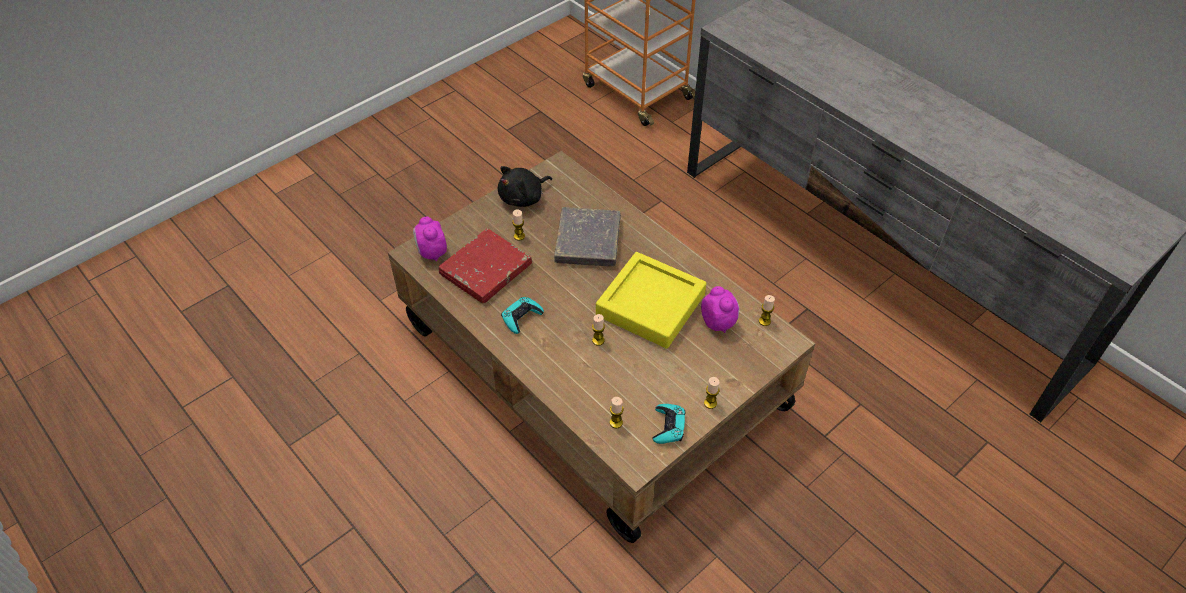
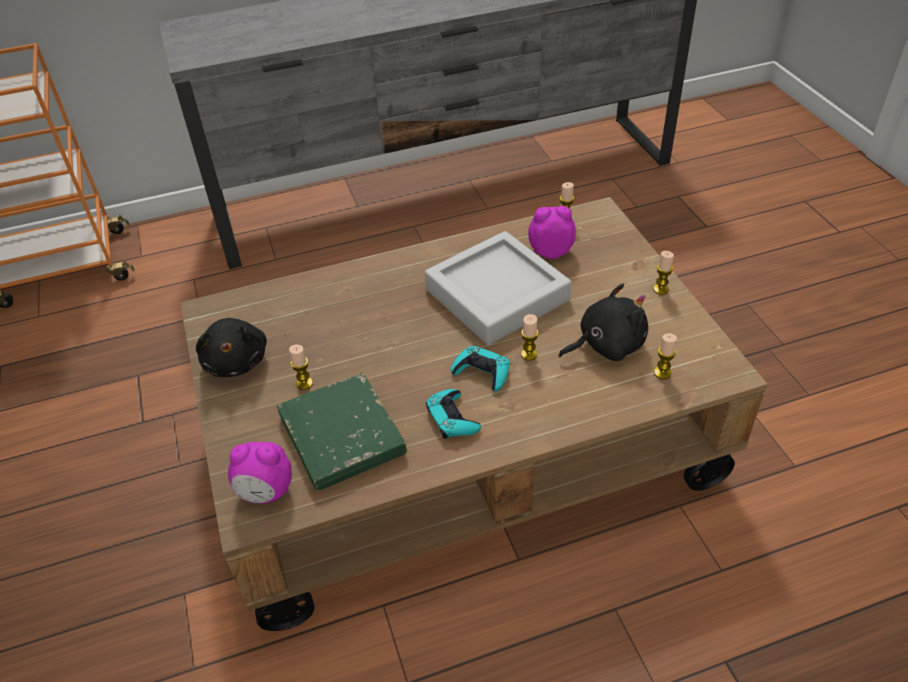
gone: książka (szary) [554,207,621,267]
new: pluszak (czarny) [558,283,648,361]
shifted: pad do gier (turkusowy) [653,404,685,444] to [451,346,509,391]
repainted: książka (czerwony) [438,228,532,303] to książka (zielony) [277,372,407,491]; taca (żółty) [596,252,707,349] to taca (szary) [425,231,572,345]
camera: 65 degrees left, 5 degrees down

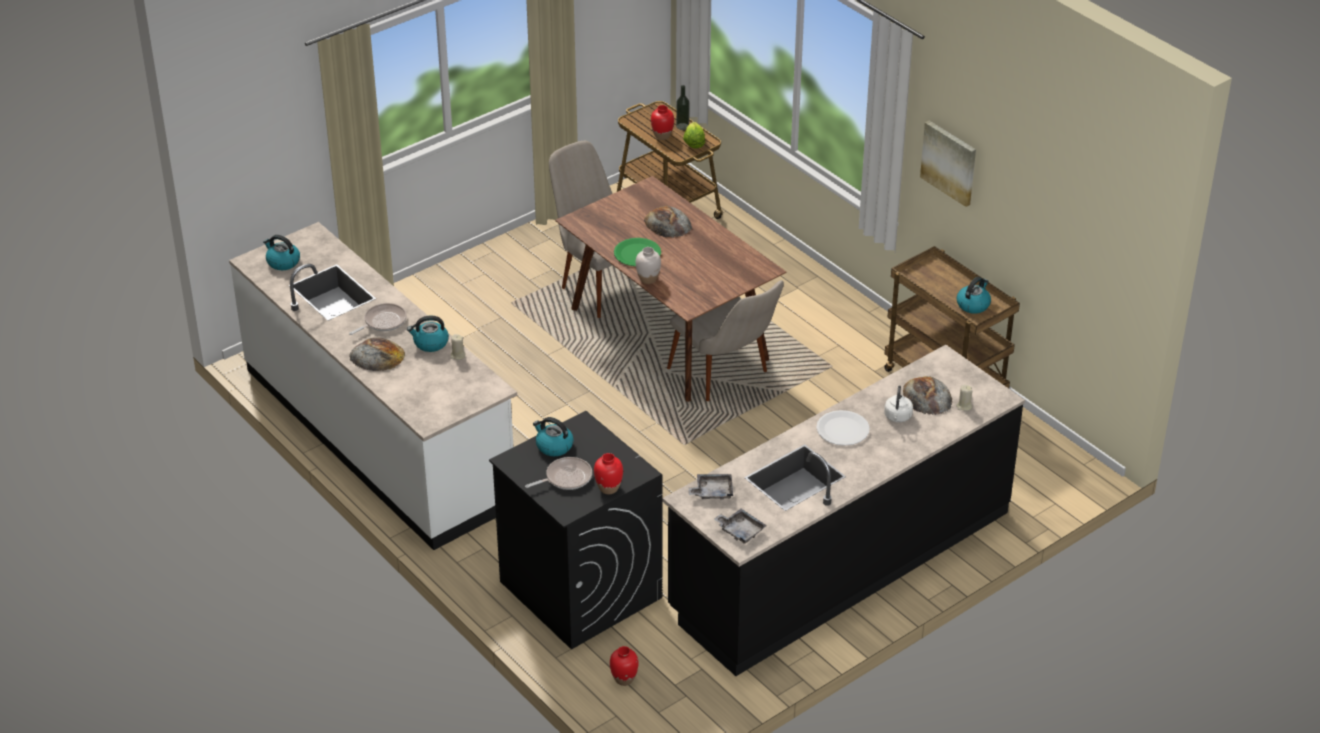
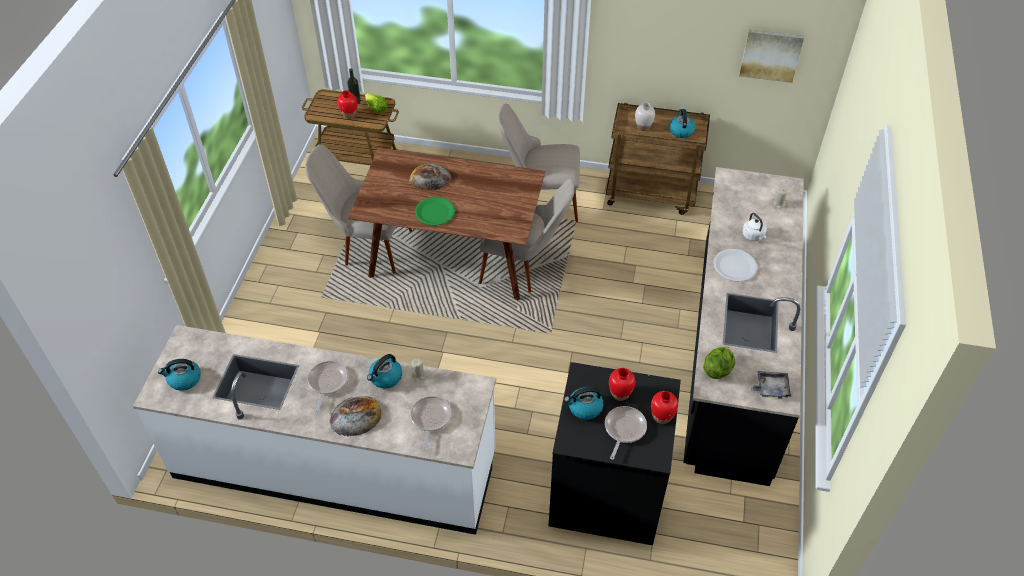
gone: chleb [903,376,952,415]
new: patelnia [410,396,452,451]; krzesło (beżowy) [498,103,580,222]
shifted: wazon (czerwony) [610,646,638,686] to [609,368,635,401]; wazon (biały) [635,247,661,284] to [635,102,655,131]; obraz [920,121,976,207] to [739,29,804,83]
swapped: taca (szary) [689,474,733,500] to sałata [703,346,735,379]
camera: 40 degrees left, 10 degrees up

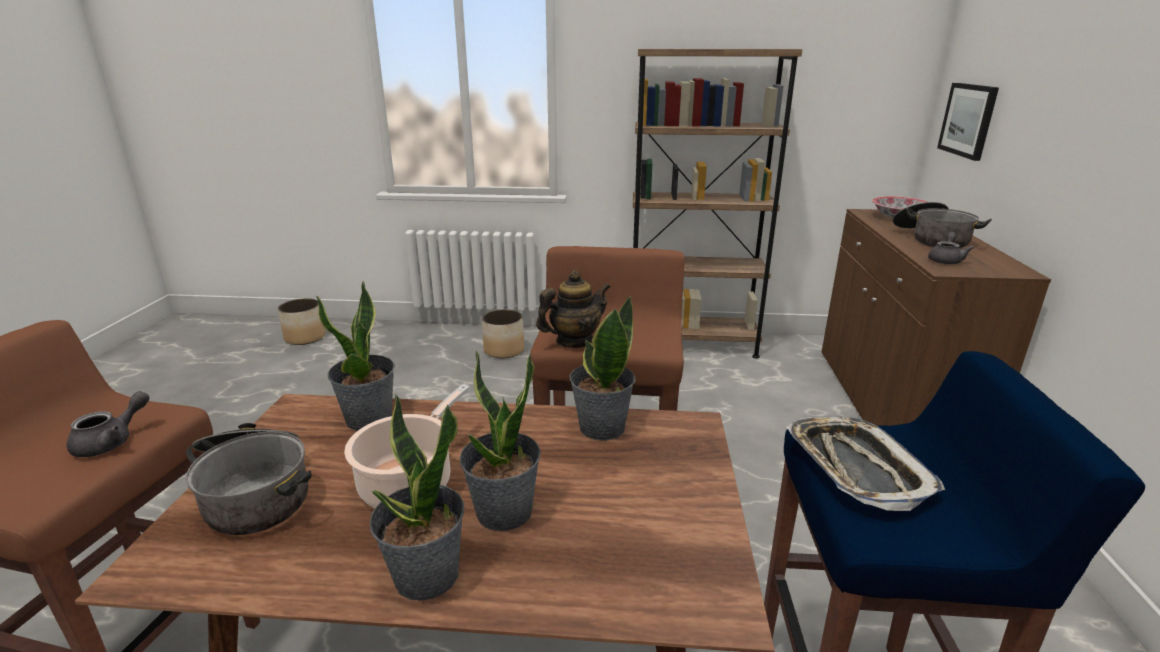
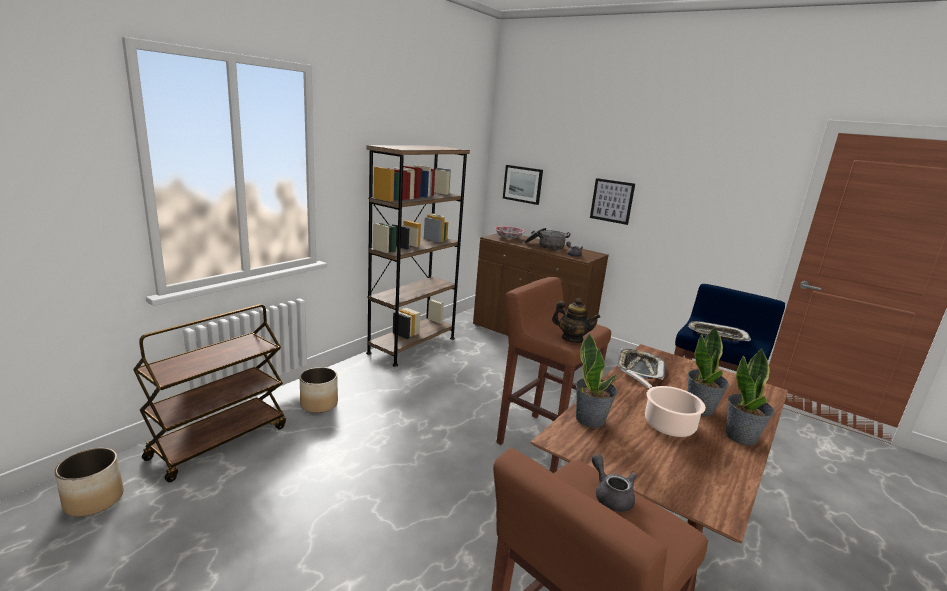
gone: garnek [186,423,312,535]
new: wózek (brązowy) [133,304,286,482]; obraz [590,178,635,225]
swapped: roślina doniczkowa [570,295,636,441] to taca [617,348,665,380]
rotated: imbryk [536,270,610,348] = [552,298,600,343] 120 degrees clockwise
camera: 60 degrees left, 5 degrees down

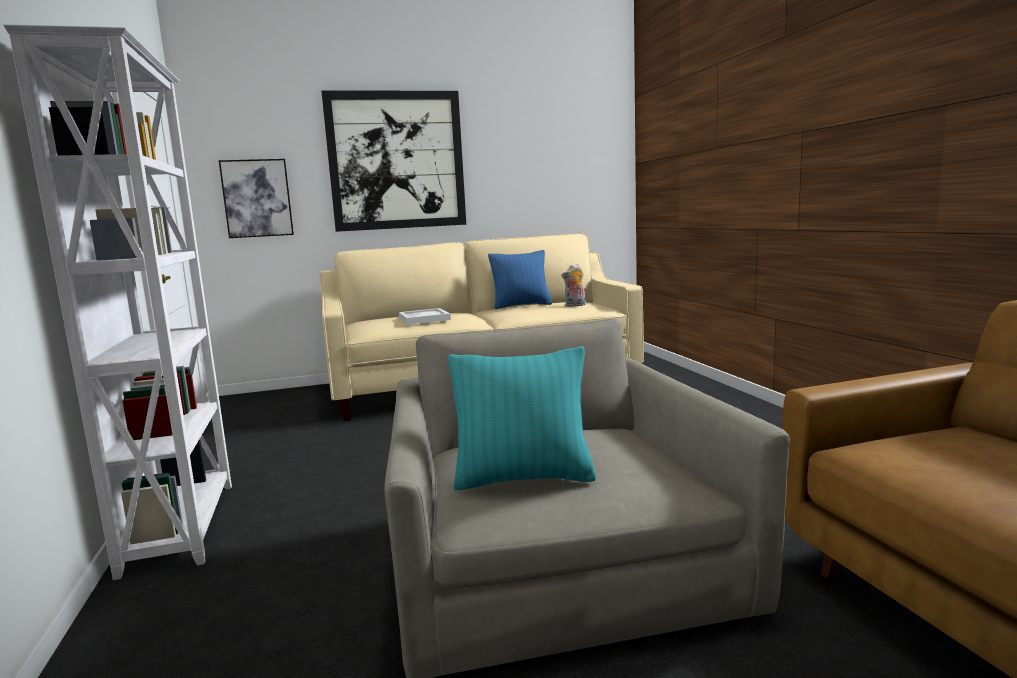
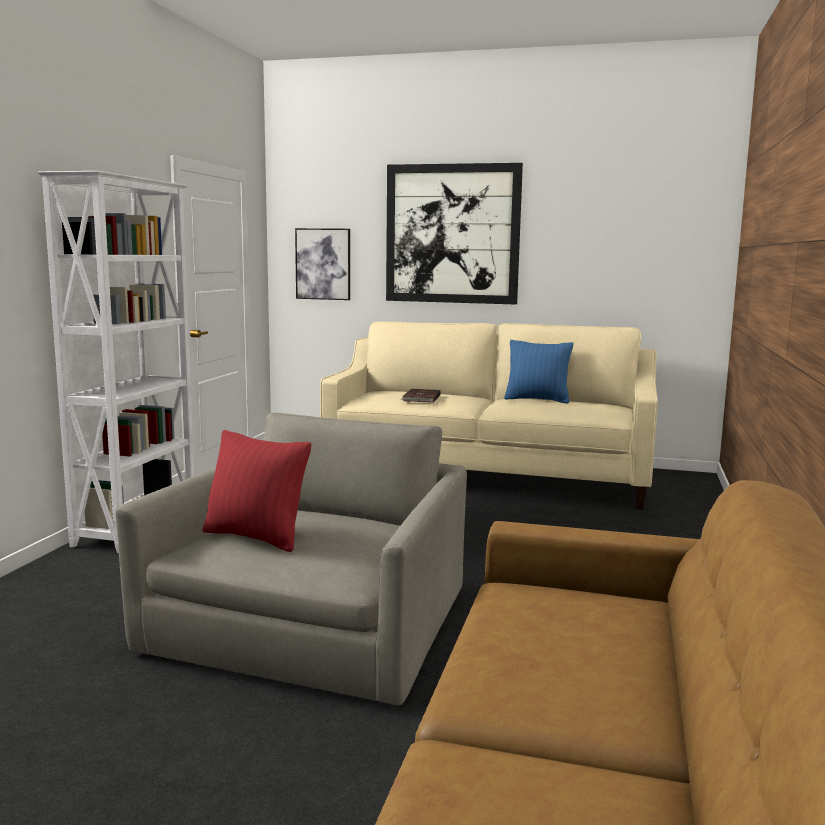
gone: pluszak [561,264,586,307]
swapped: taca (biały) [399,308,451,324] to książka (brązowy) [401,389,441,403]
repainted: poduszka (turkusowy) [448,346,596,490] to poduszka (czerwony) [203,430,311,552]
camera: 30 degrees right, 0 degrees up

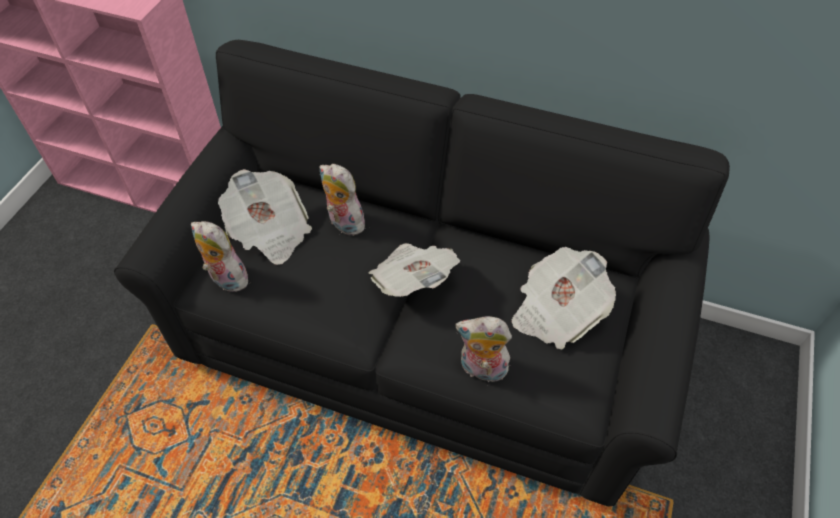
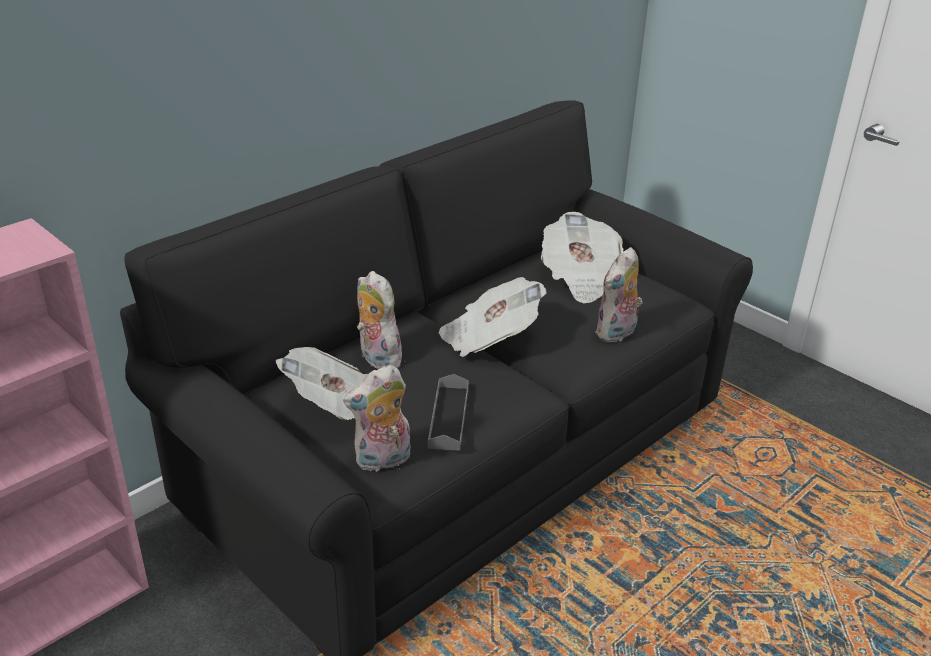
new: taca (szary) [428,374,469,451]
rotated: pluszak [320,164,365,235] = [357,271,406,369] 75 degrees clockwise
camera: 65 degrees left, 20 degrees down

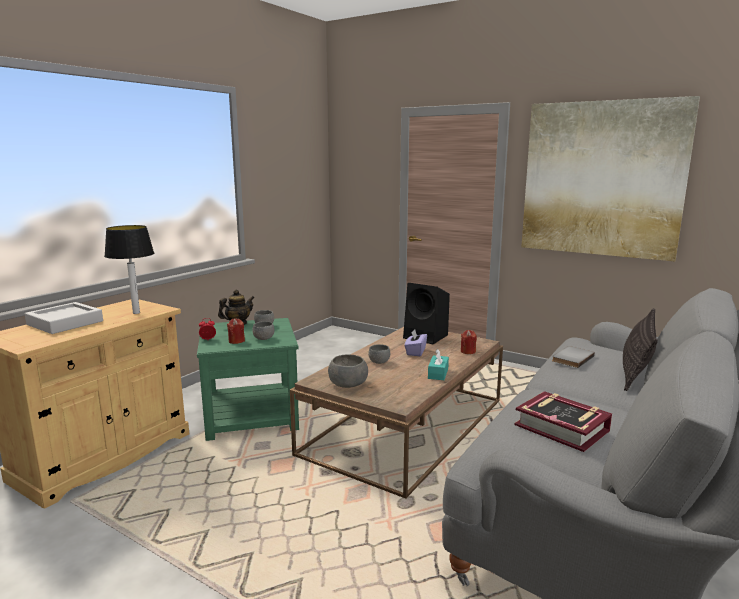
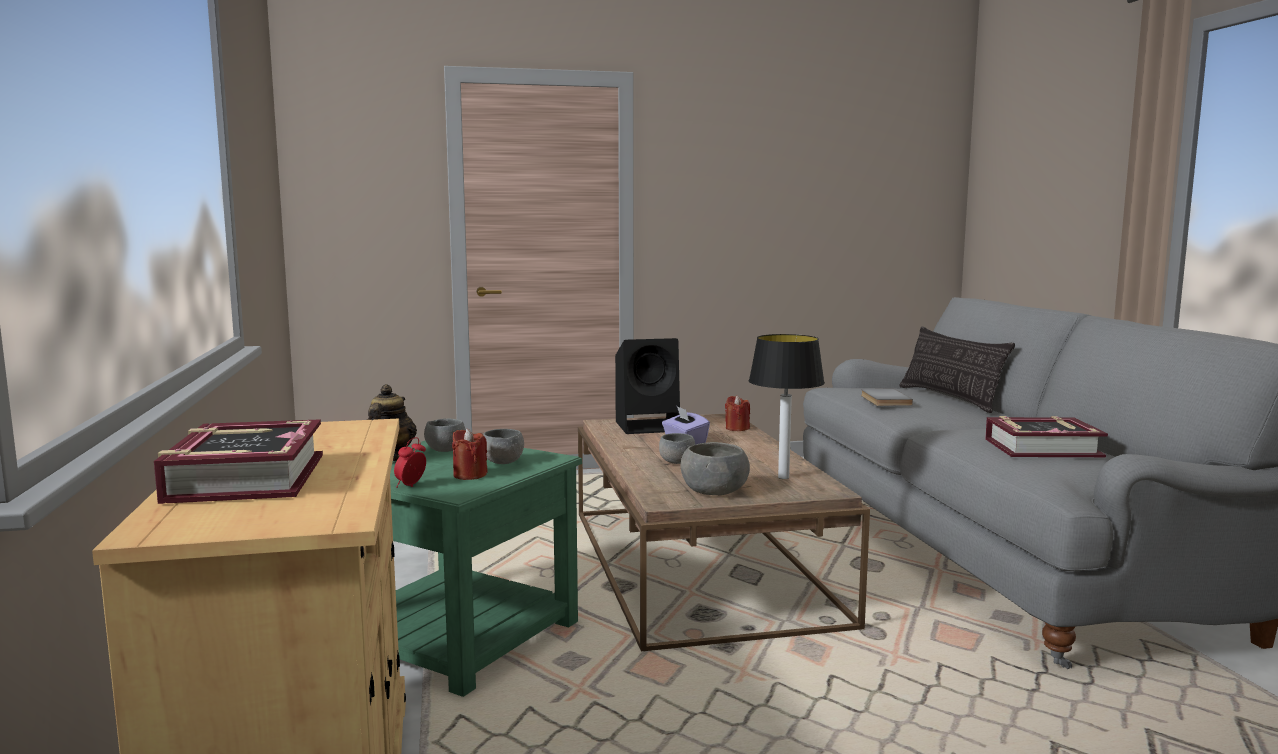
gone: pudełko chusteczek (turkusowy) [428,349,449,380]; obraz [521,96,700,261]
shifted: lampa stołowa [104,225,154,314] to [749,334,825,479]
swapped: taca (szary) [25,302,103,334] to książka [154,419,323,504]
camera: 45 degrees left, 5 degrees down

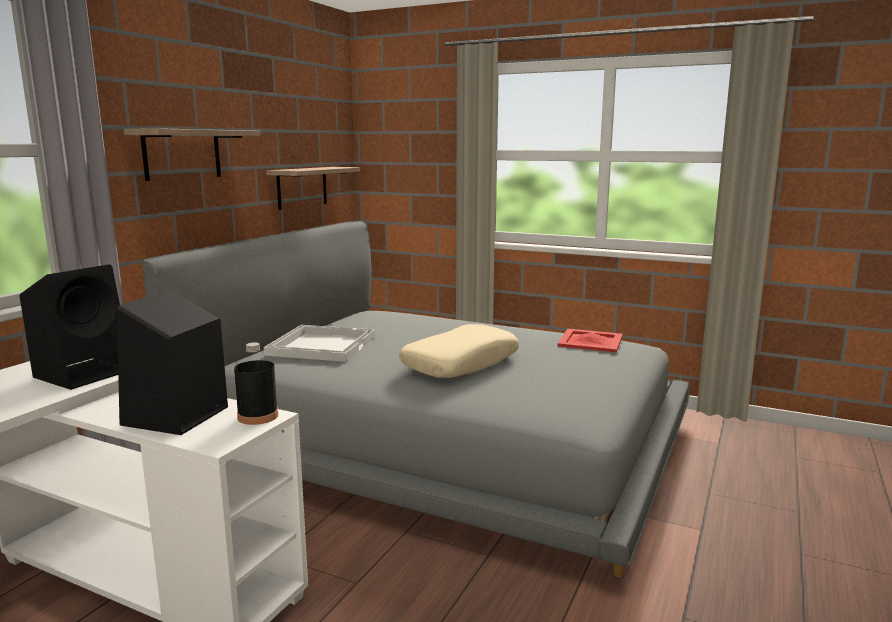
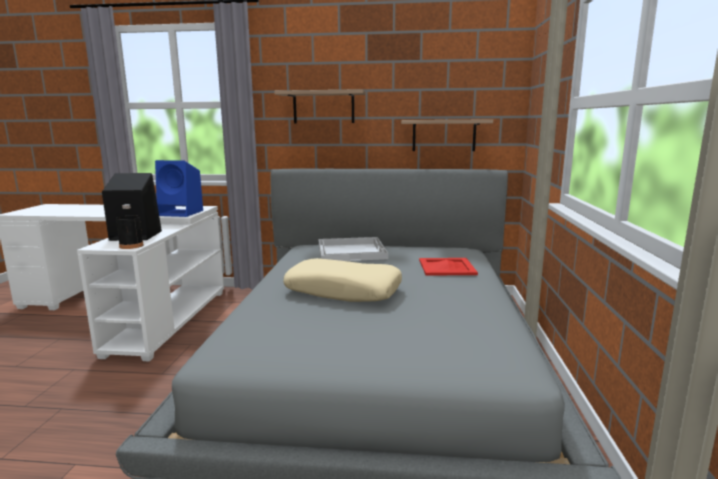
shifted: taca (czerwony) [557,329,623,352] to [419,258,478,276]
repainted: głośnik (czarny) [19,264,120,390] to głośnik (niebieski) [155,160,203,217]
camera: 70 degrees right, 0 degrees up

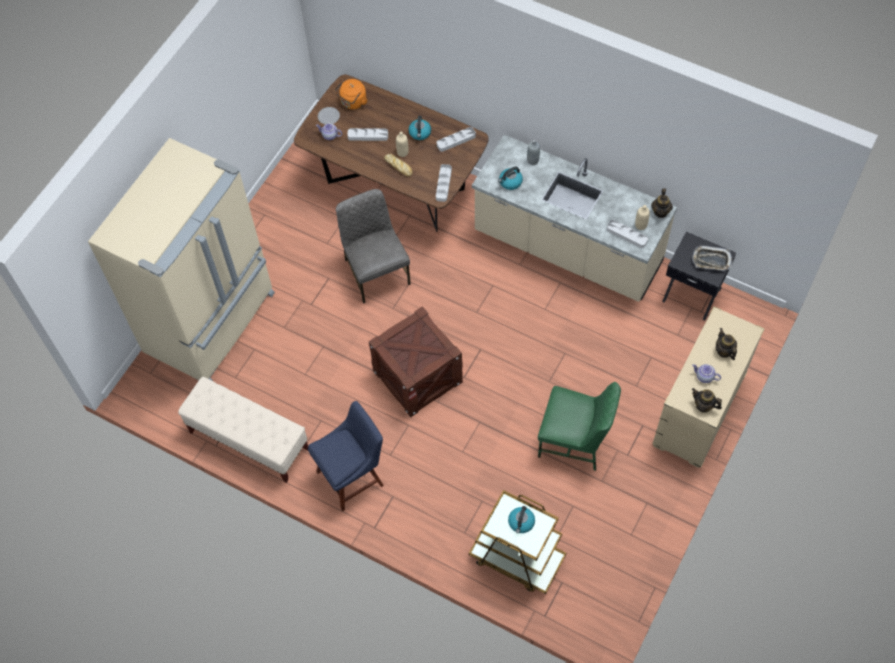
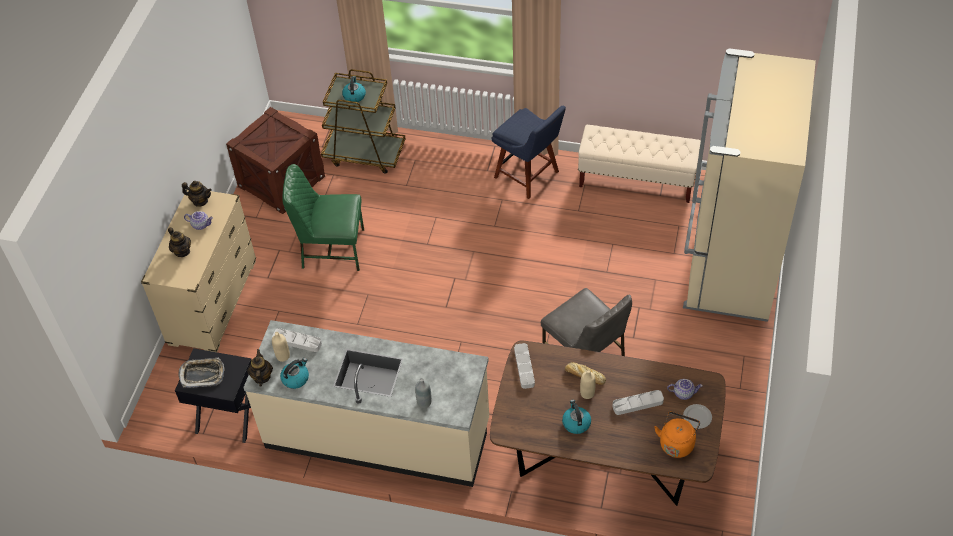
gone: taca (szary) [437,127,476,152]
shifted: skrzynka [369,306,463,418] to [226,107,325,214]; czajnik [498,167,523,190] to [280,358,309,389]
rotated: krzesło (niebieski) [308,401,384,511] = [491,106,566,199] 90 degrees counterclockwise
camera: 165 degrees right, 10 degrees down

